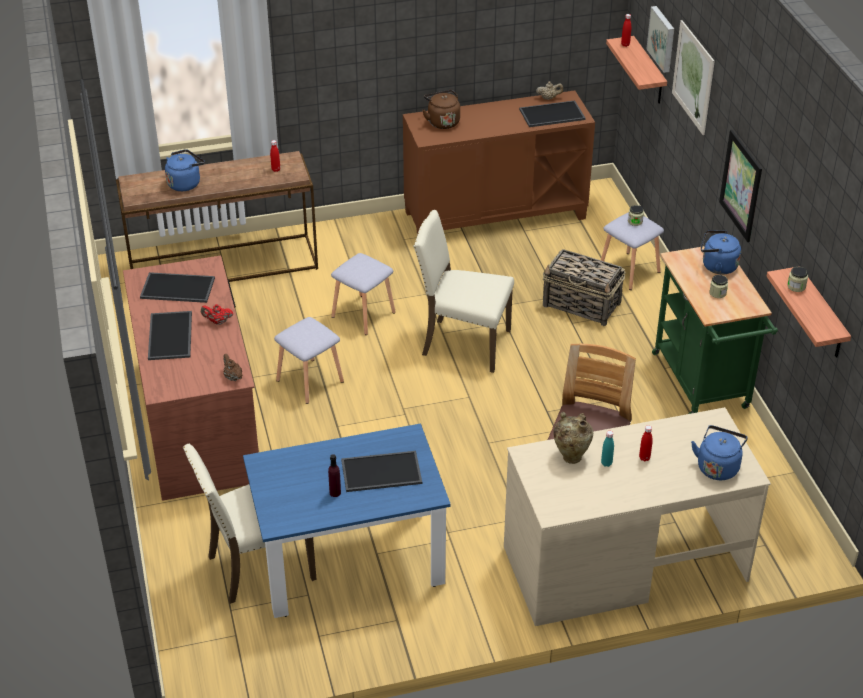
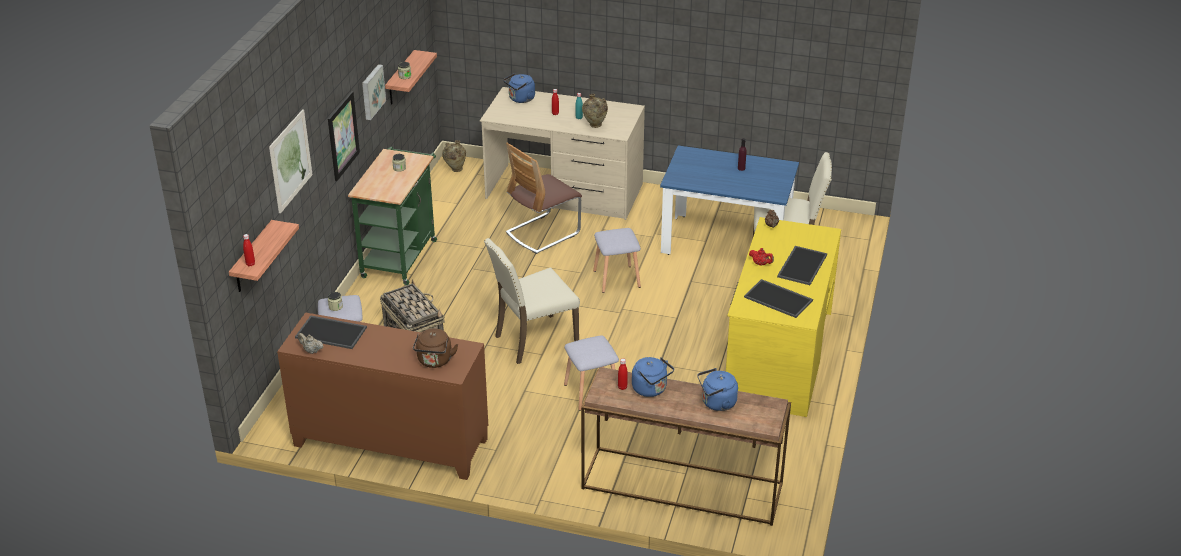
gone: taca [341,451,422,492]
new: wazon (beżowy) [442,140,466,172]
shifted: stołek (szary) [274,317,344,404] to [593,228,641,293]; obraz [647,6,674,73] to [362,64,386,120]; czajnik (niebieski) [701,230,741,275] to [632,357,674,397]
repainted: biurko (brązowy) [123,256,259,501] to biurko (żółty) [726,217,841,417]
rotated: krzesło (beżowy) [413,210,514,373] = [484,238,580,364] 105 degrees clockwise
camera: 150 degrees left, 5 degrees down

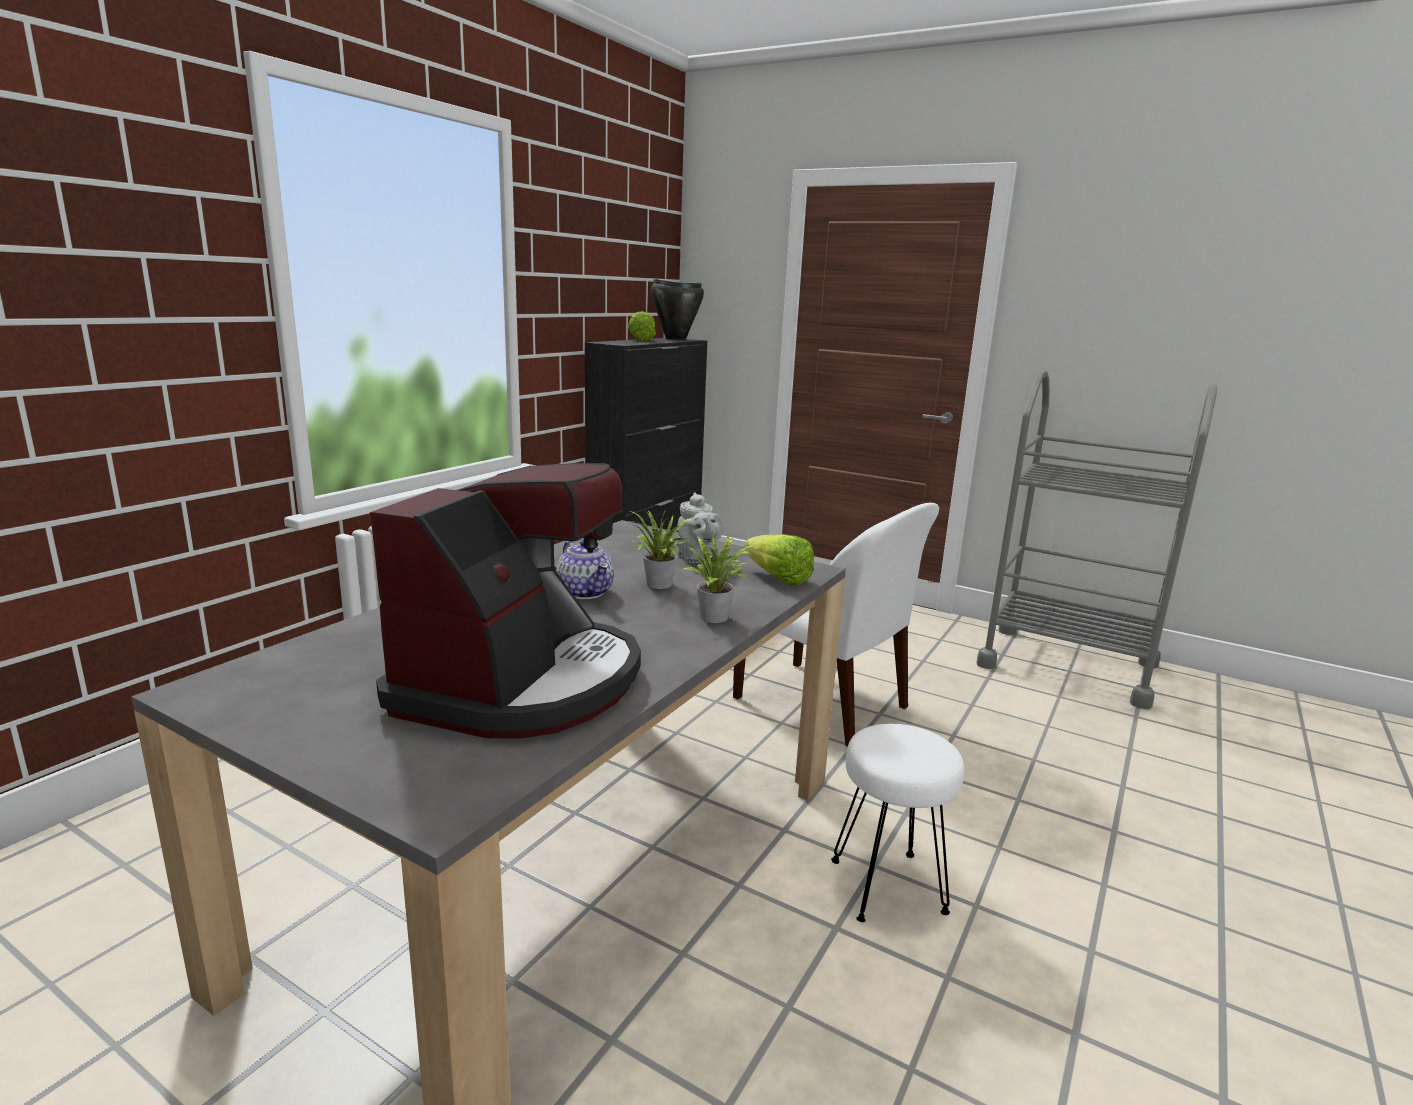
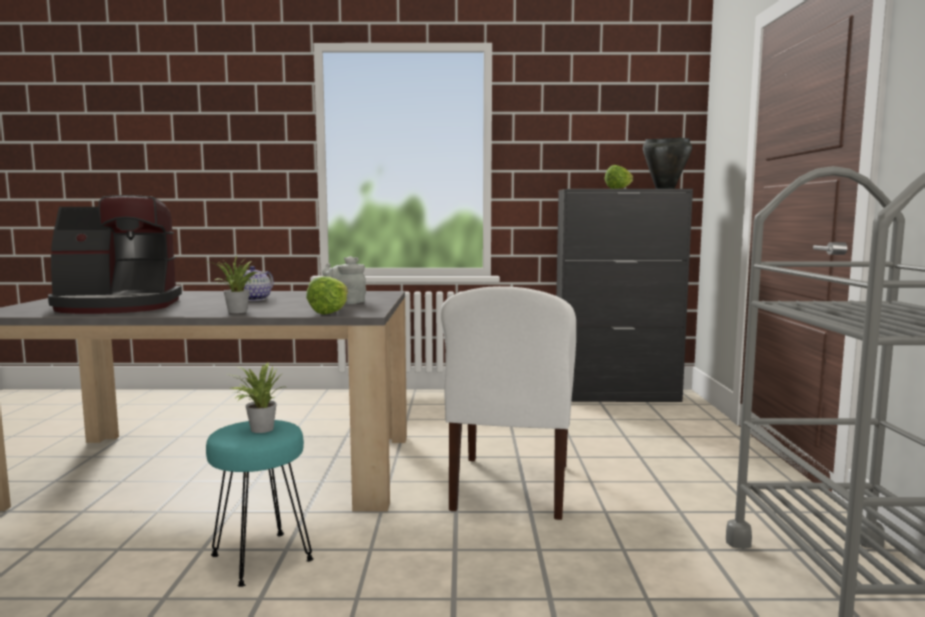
shifted: roślina doniczkowa [630,509,691,589] to [231,362,288,433]
repainted: stołek (biały) [831,724,964,922] to stołek (turkusowy) [206,420,314,587]
rotated: imbryk (szary) [677,493,723,563] = [322,256,366,304] 75 degrees clockwise
camera: 60 degrees right, 10 degrees down

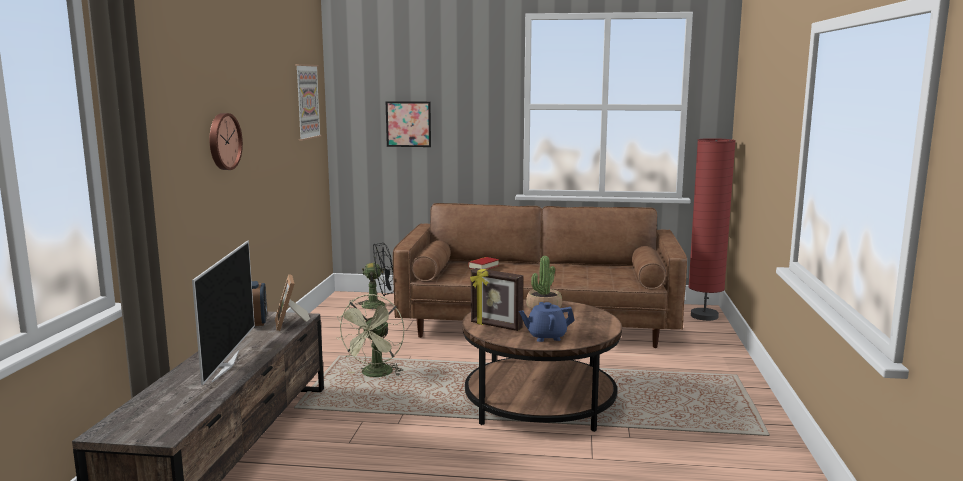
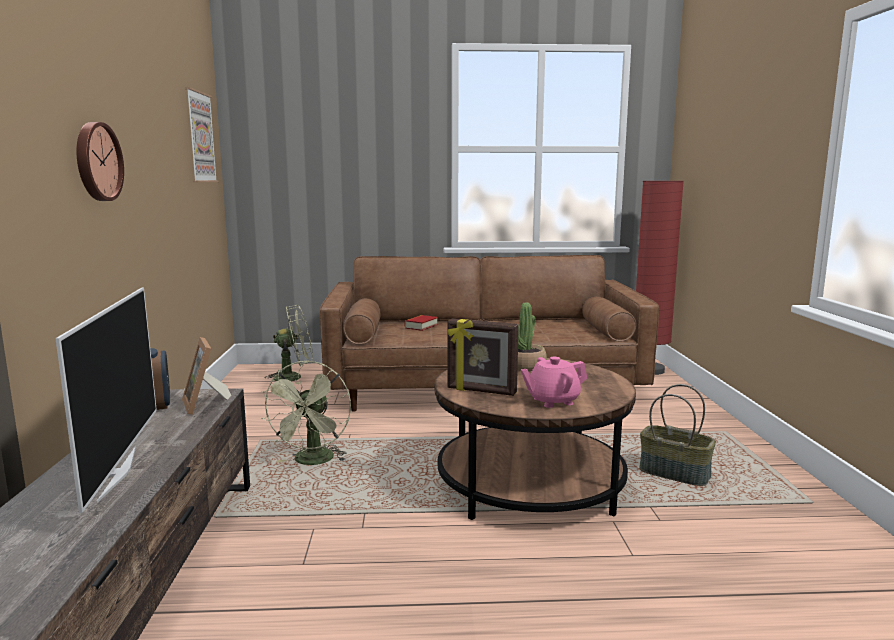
gone: obraz [386,101,431,147]
new: koszyk [639,384,716,486]
repainted: wentylator (czarny) [355,243,394,309] to wentylator (zielony) [266,305,313,384]; imbryk (niebieski) [519,302,575,342] to imbryk (różowy) [521,357,587,408]
camera: 10 degrees left, 0 degrees up

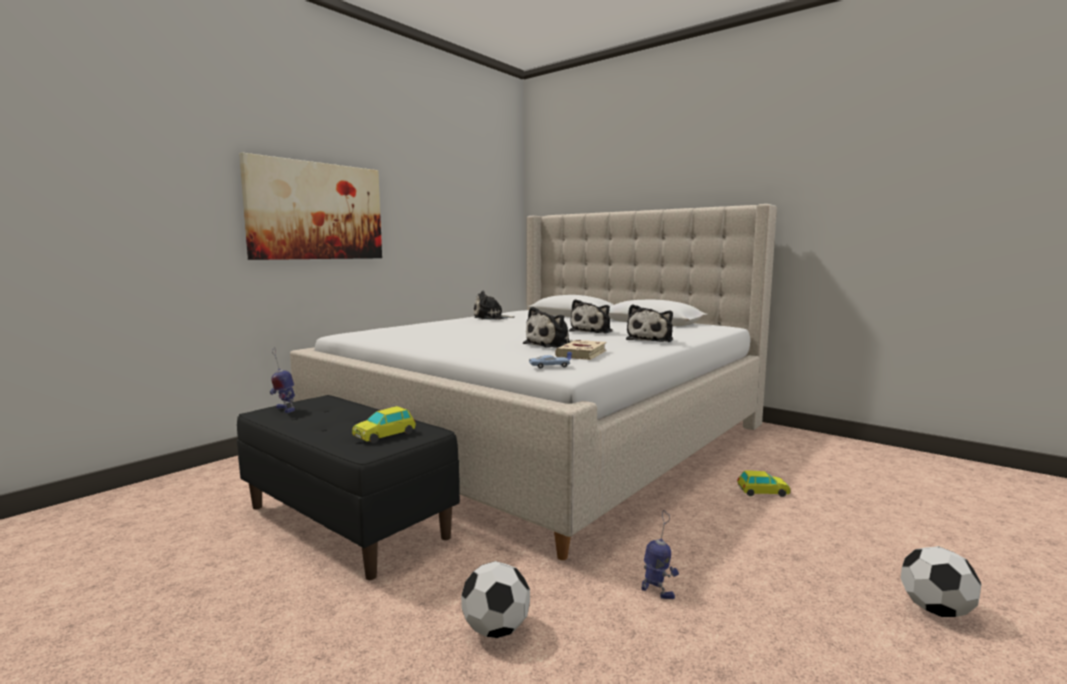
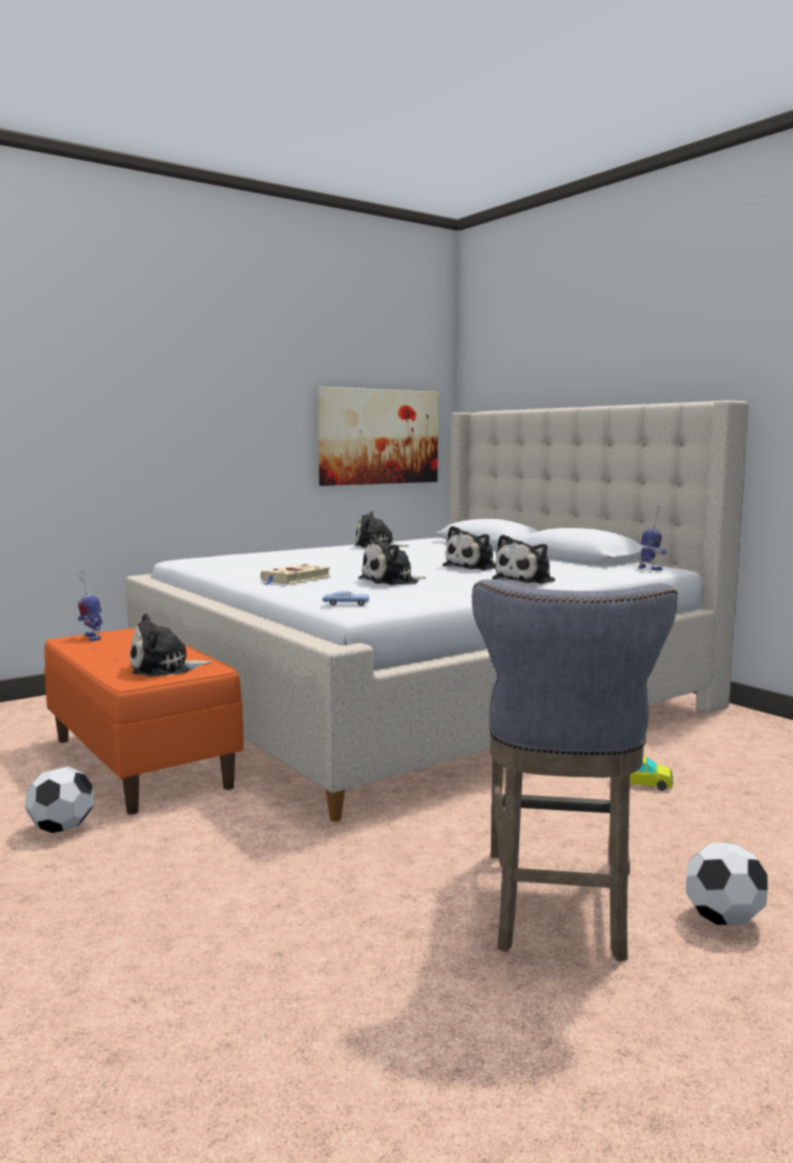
new: stołek (szary) [472,579,678,961]
shifted: obraz [239,152,382,260] to [318,387,438,486]; piłka futbolowa [461,561,530,638] to [25,766,94,833]; książka (beżowy) [555,340,607,360] to [261,564,331,585]; robot zabawkowy [642,510,679,599] to [639,506,667,571]
swapped: samochodzik [352,406,416,443] to pluszak [130,613,212,676]
repainted: ławka (czarny) [237,395,460,580] to ławka (pomarańczowy) [44,628,244,814]
camera: 15 degrees right, 0 degrees up

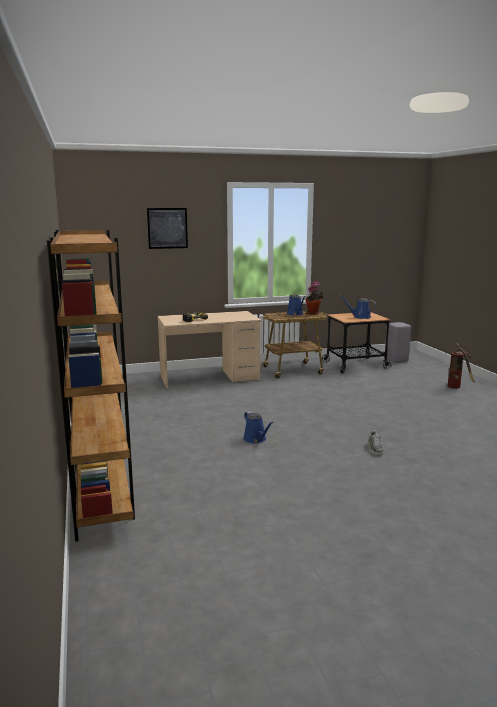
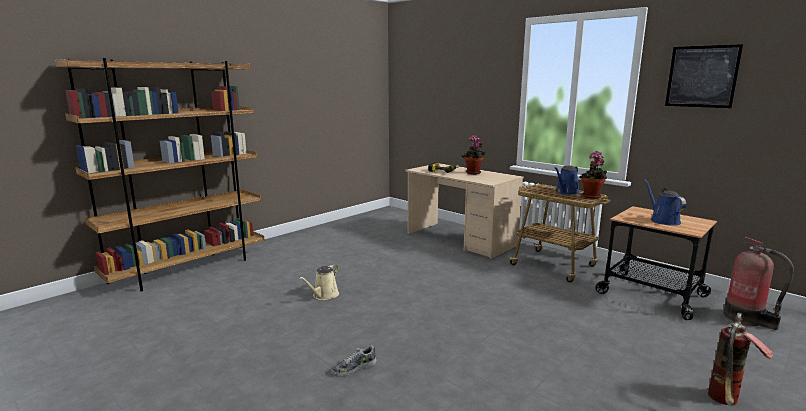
new: roślina doniczkowa [462,135,486,174]
shifted: obraz [147,208,188,249] to [665,44,743,108]
swapped: stołek (szary) [385,322,411,363] to gaśnica [723,237,794,330]
repainted: konewka (niebieski) [243,411,274,444] to konewka (beżowy) [299,264,339,300]
camera: 60 degrees right, 0 degrees up

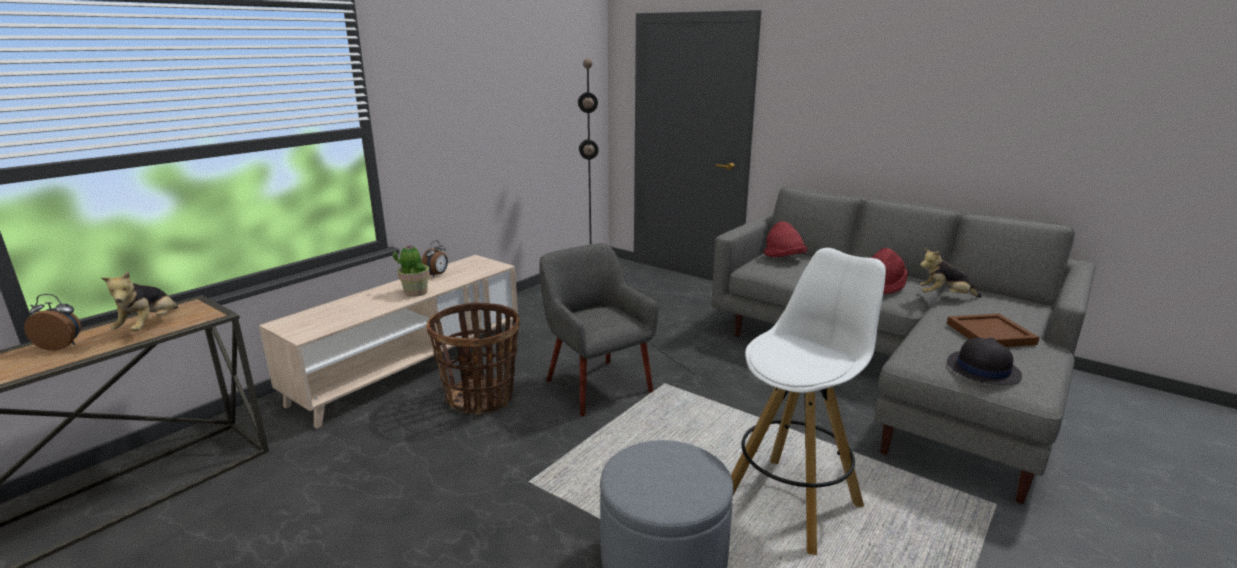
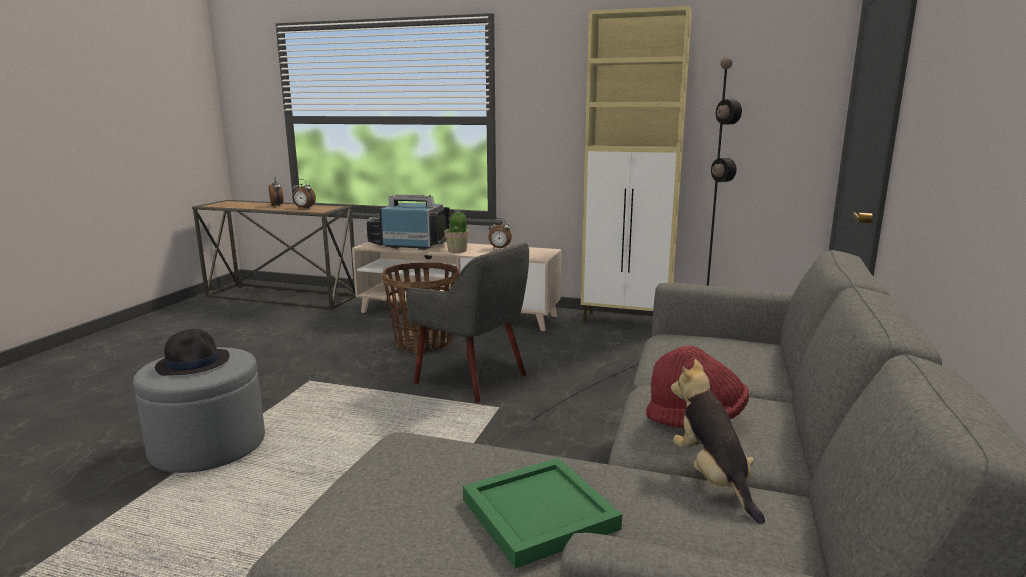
gone: stołek (biały) [731,248,886,555]; kapelusz (czerwony) [764,221,808,257]
new: telewizor [364,194,450,250]; szafka (beżowy) [581,6,692,323]
shifted: kapelusz (czarny) [947,337,1022,385] to [155,329,230,376]
swapped: pluszak [101,271,178,331] to budzik [292,179,316,209]
repainted: taca (brązowy) [947,313,1040,347] to taca (zielony) [463,458,622,569]
rotated: fotel (szary) [539,243,659,416] = [406,243,529,403] 90 degrees clockwise
camera: 70 degrees right, 5 degrees down

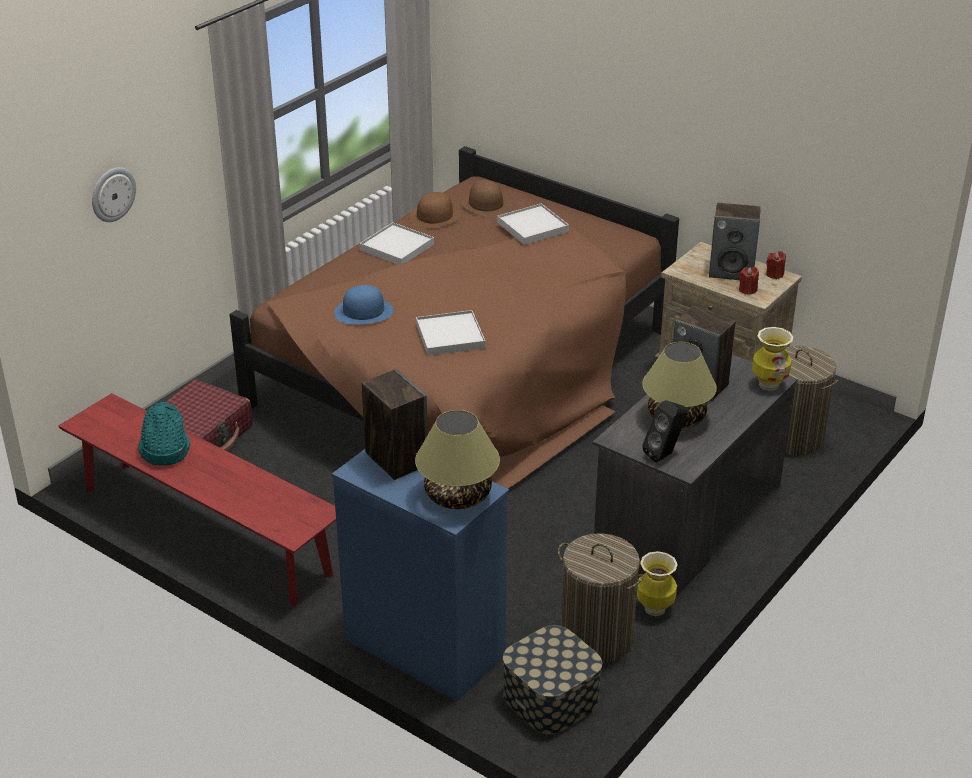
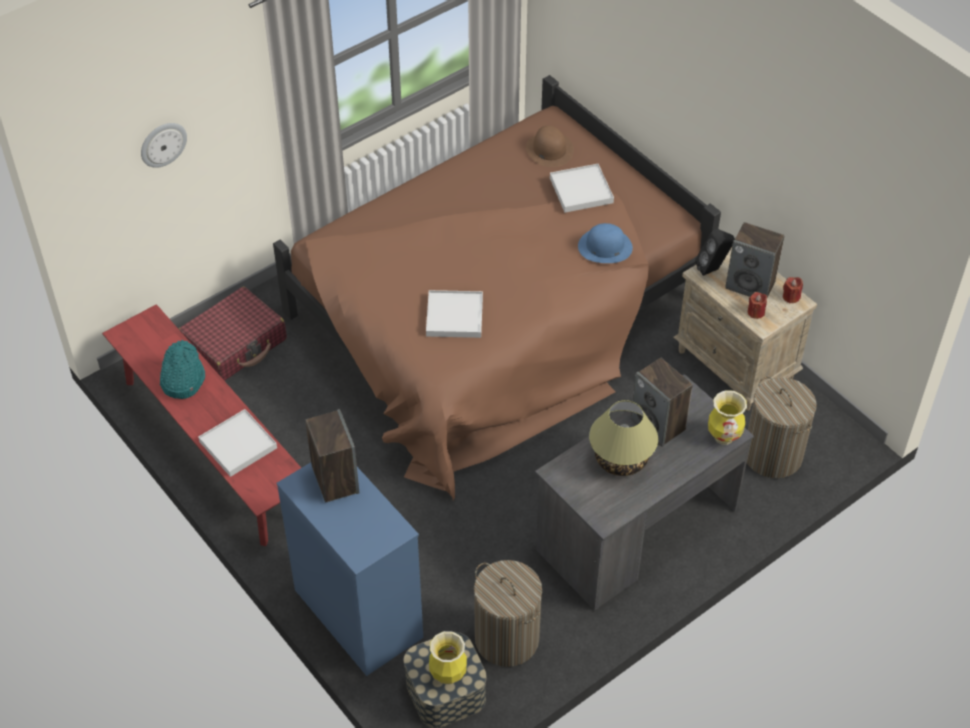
gone: kapelusz (brązowy) [409,192,461,228]; lampa stołowa [415,410,500,509]
shifted: kapelusz (niebieski) [334,285,393,324] to [578,223,633,263]; taca (biały) [360,222,434,265] to [198,409,277,477]; wazon [637,551,678,616] to [429,631,467,684]; głośnik (czarny) [642,400,688,463] to [695,229,735,276]
camera: 15 degrees right, 15 degrees up

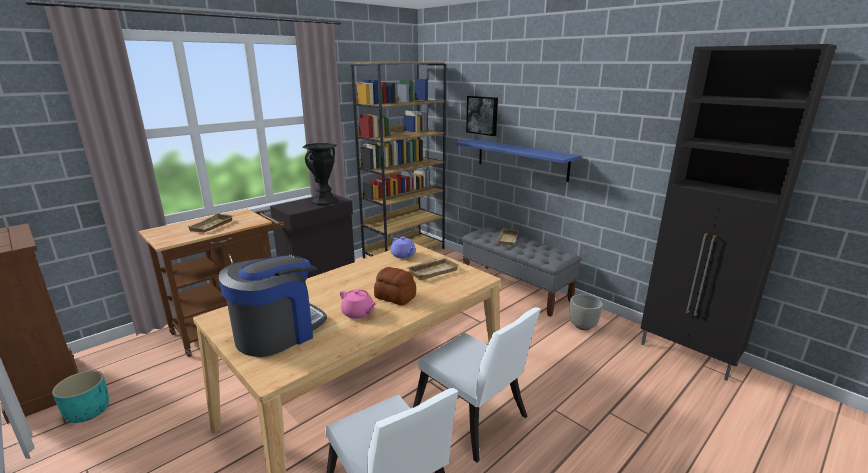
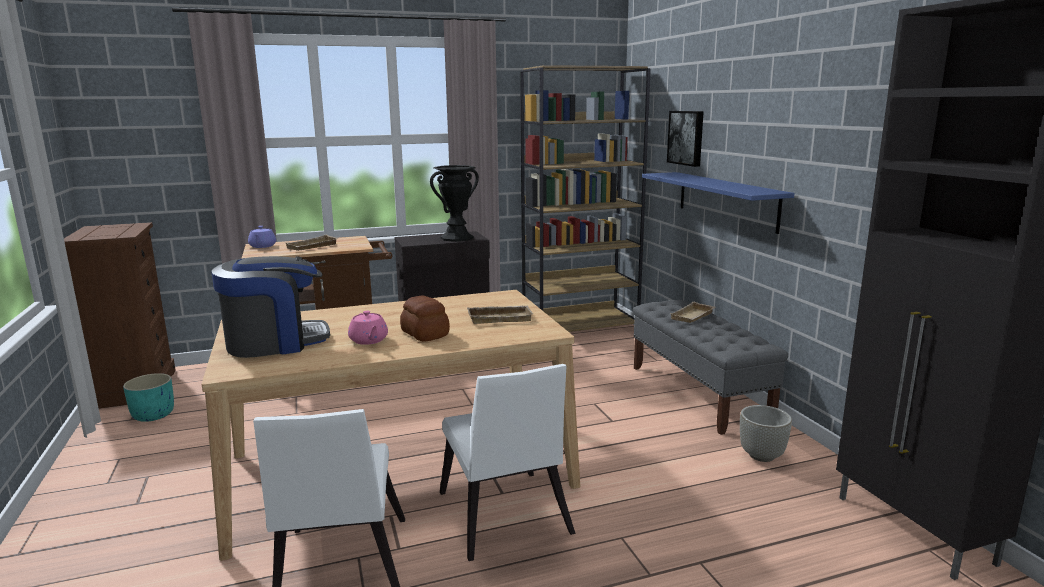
shifted: imbryk (fioletowy) [390,236,416,259] to [248,226,276,248]
camera: 25 degrees right, 5 degrees down

